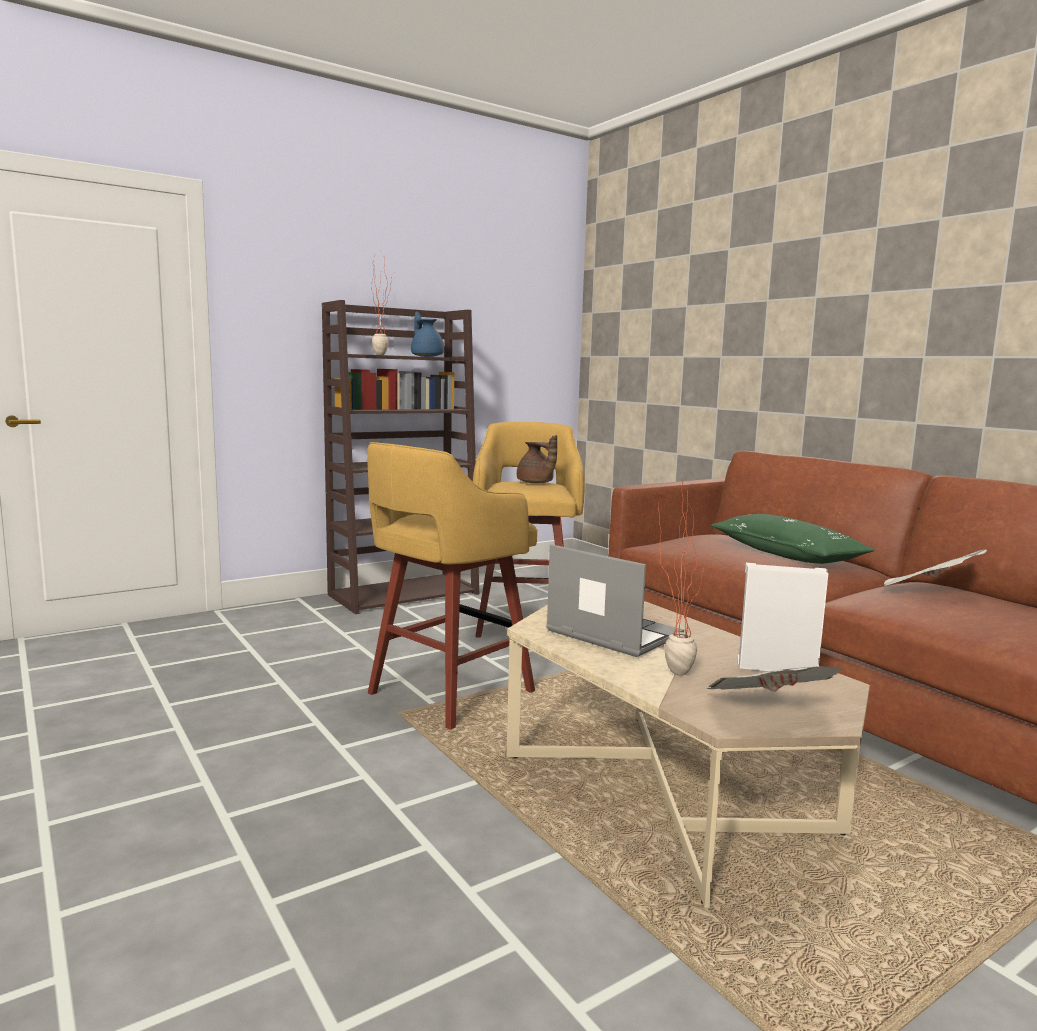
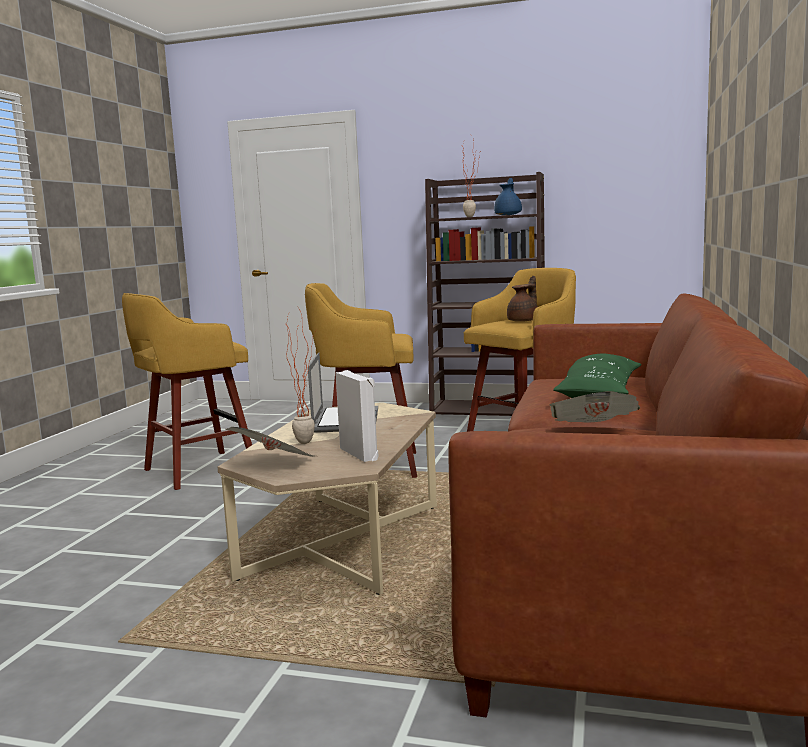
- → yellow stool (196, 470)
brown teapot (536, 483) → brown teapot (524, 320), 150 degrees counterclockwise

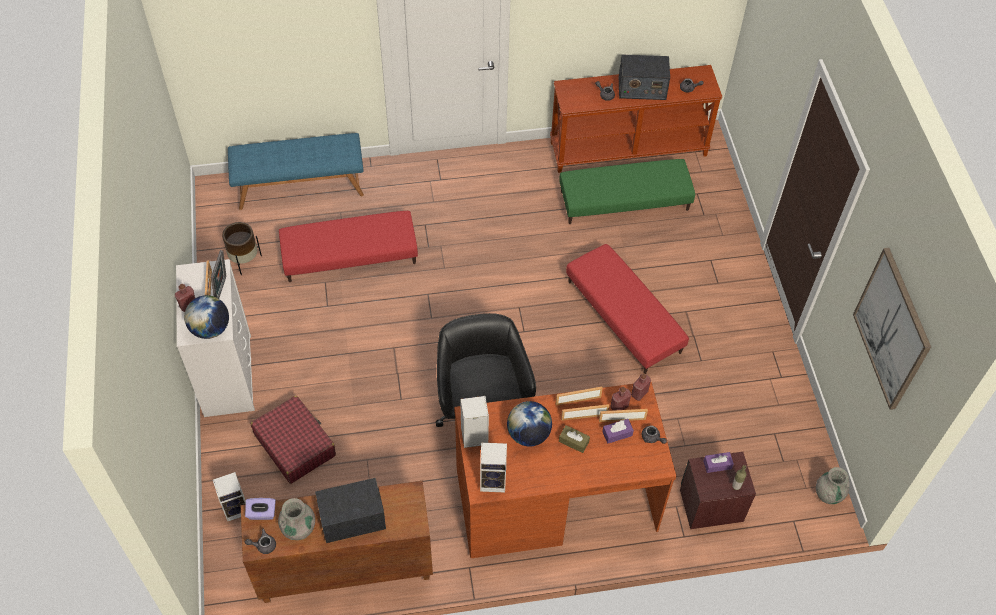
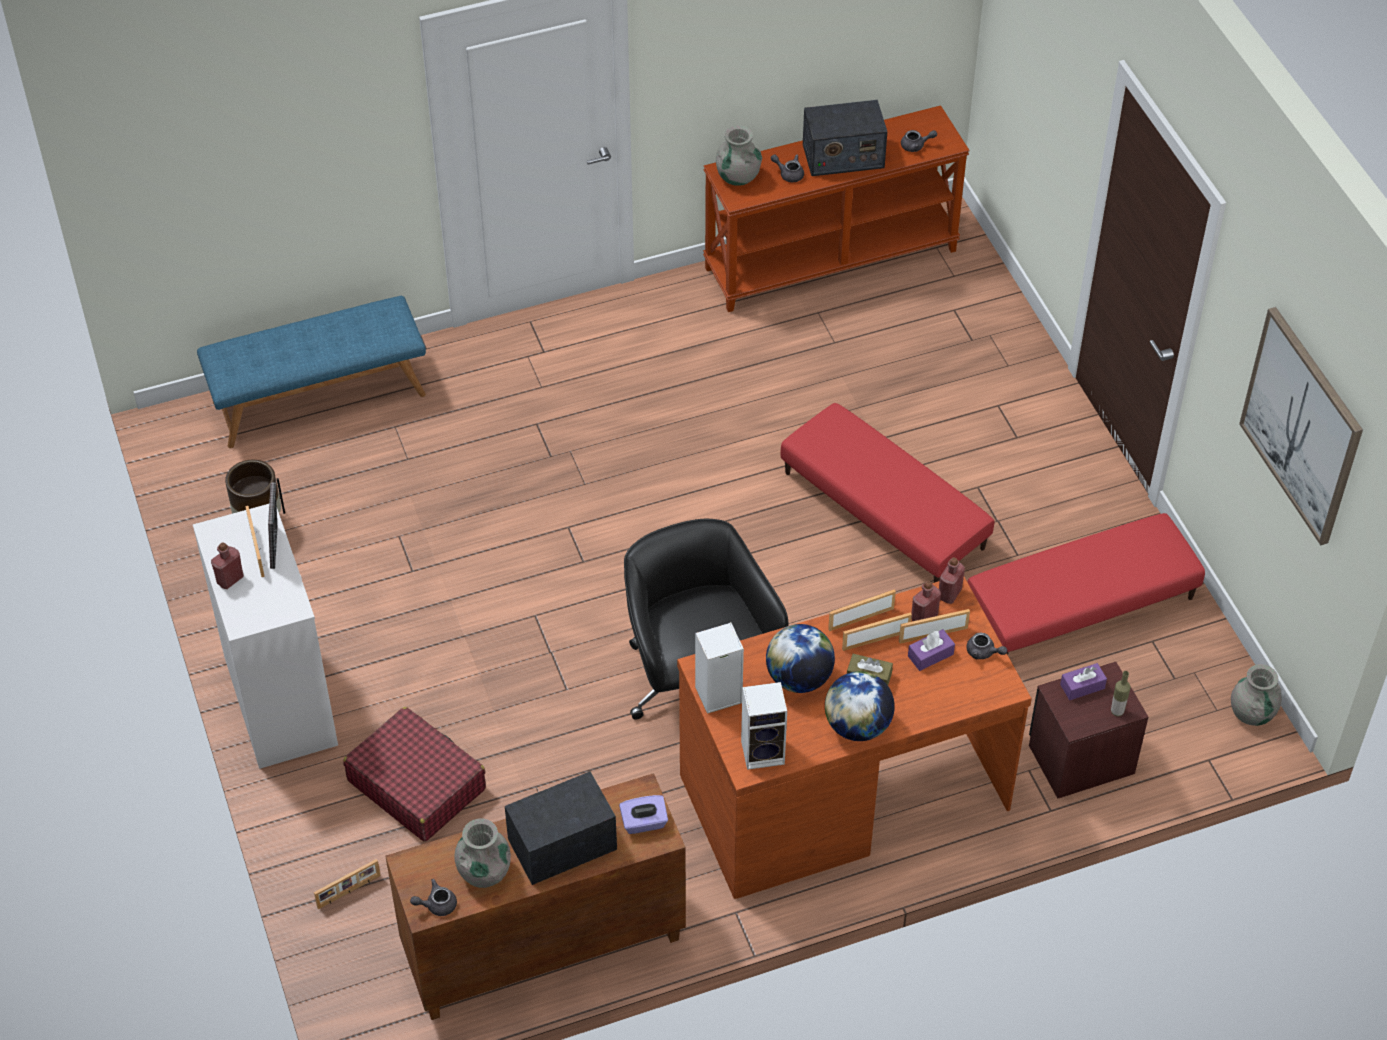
green ottoman (624, 200) → -
- → grey vase (738, 177)
globe (210, 329) → globe (857, 726), moved
purple tissue box (262, 513) → purple tissue box (644, 823), moved
red ottoman (350, 255) → red ottoman (1081, 603), moved
speaker (237, 508) → picture frame (349, 892)

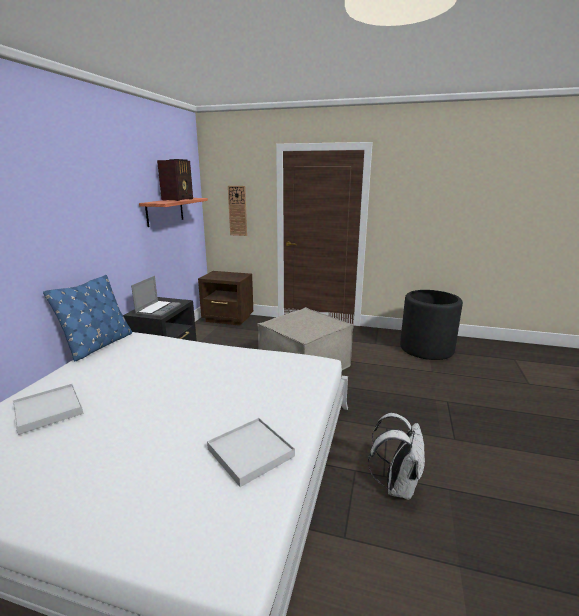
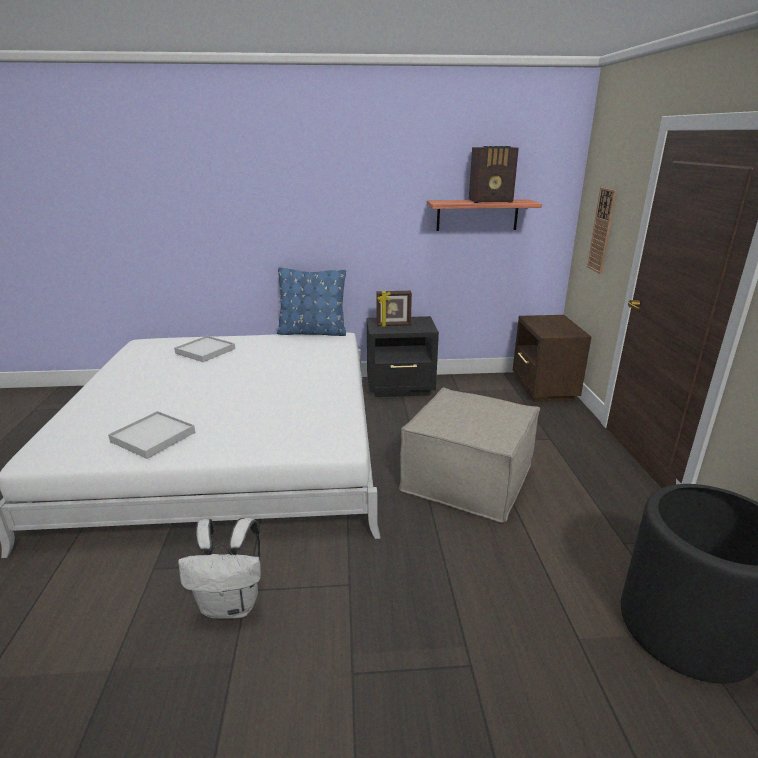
laptop (158, 309) → picture frame (393, 325)

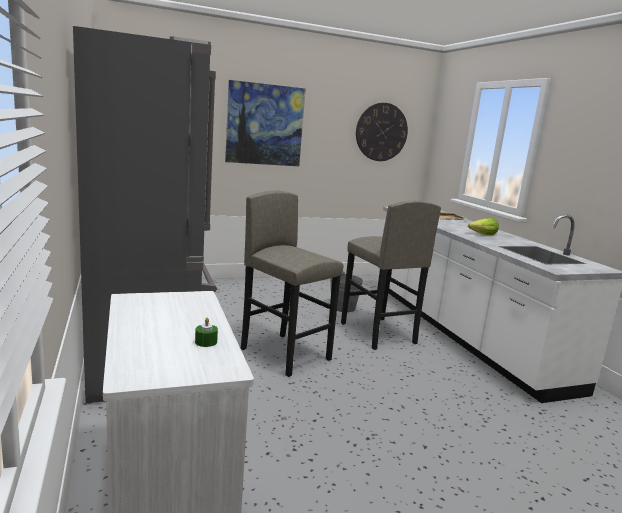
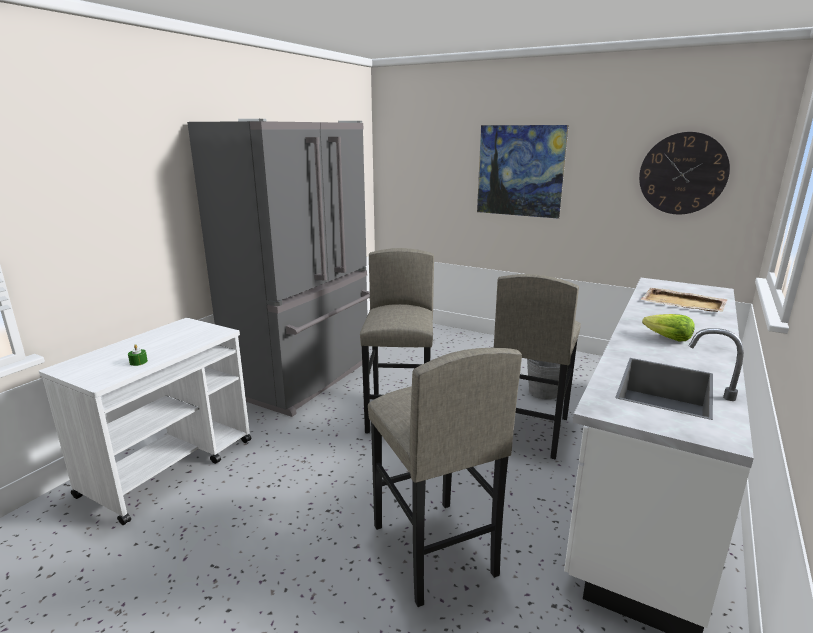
- → grey stool (432, 550)

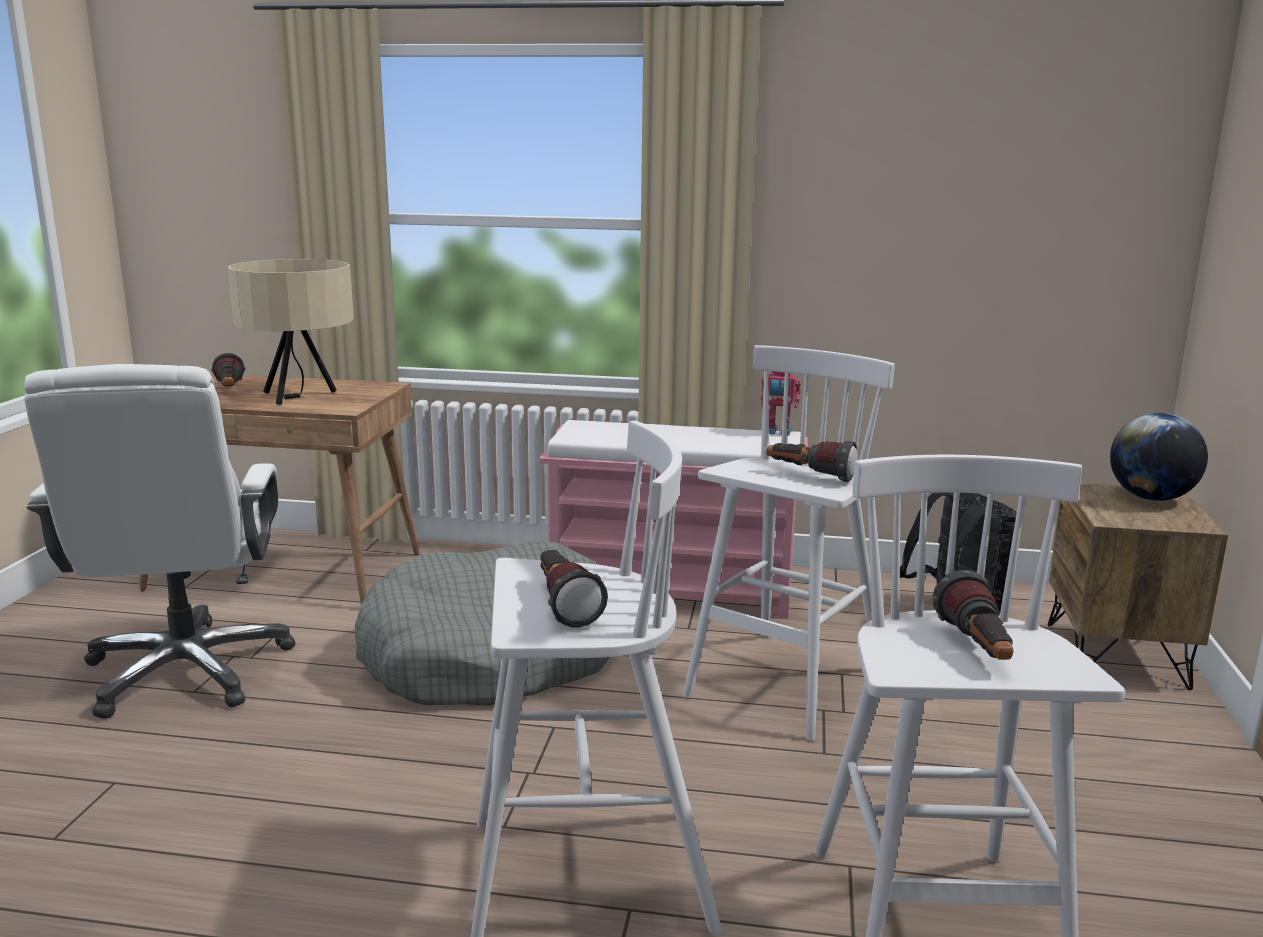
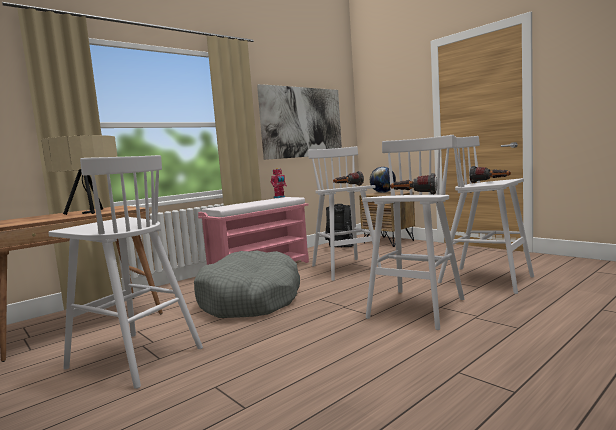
flashlight (230, 390) → -
- → picture (302, 122)
white office chair (187, 671) → white stool (133, 358)

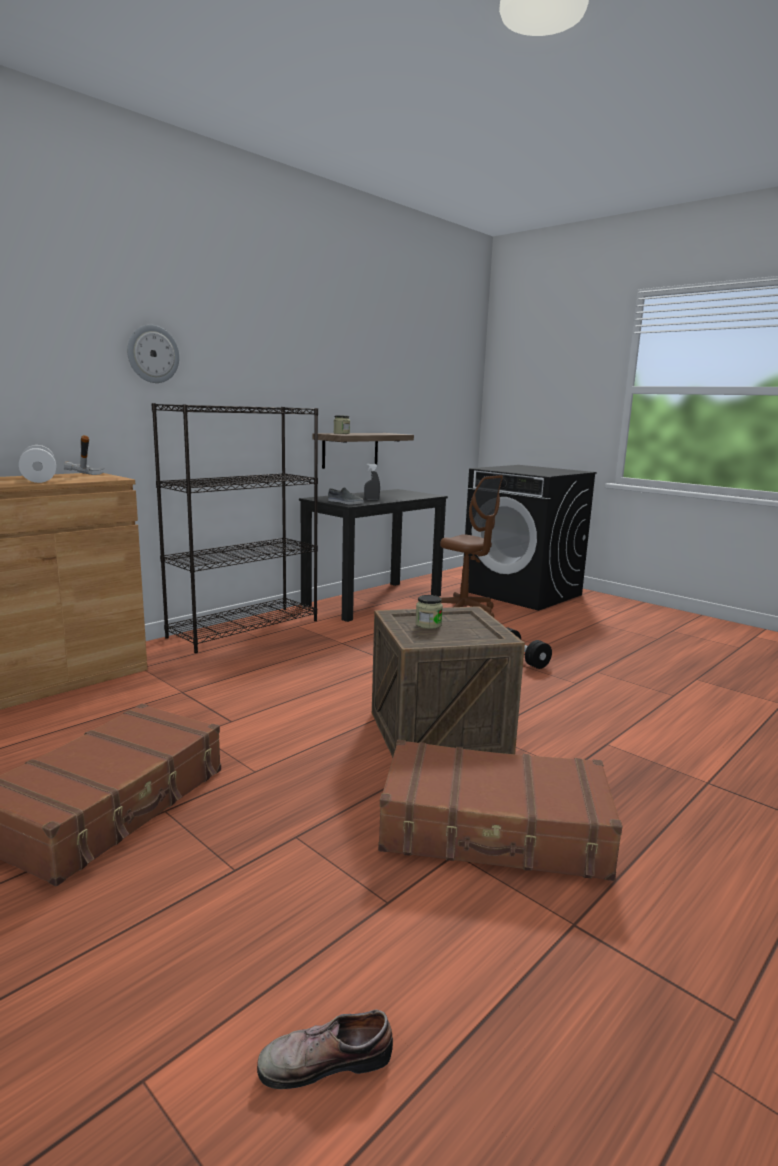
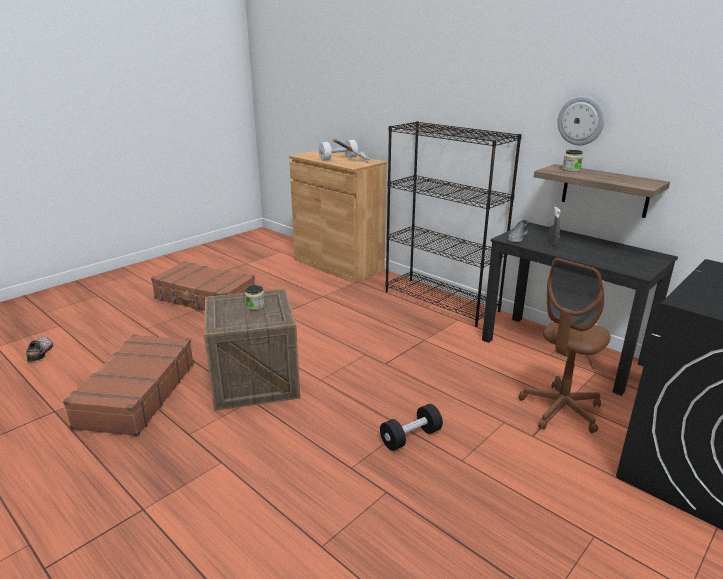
wall clock (153, 354) → wall clock (581, 121), moved

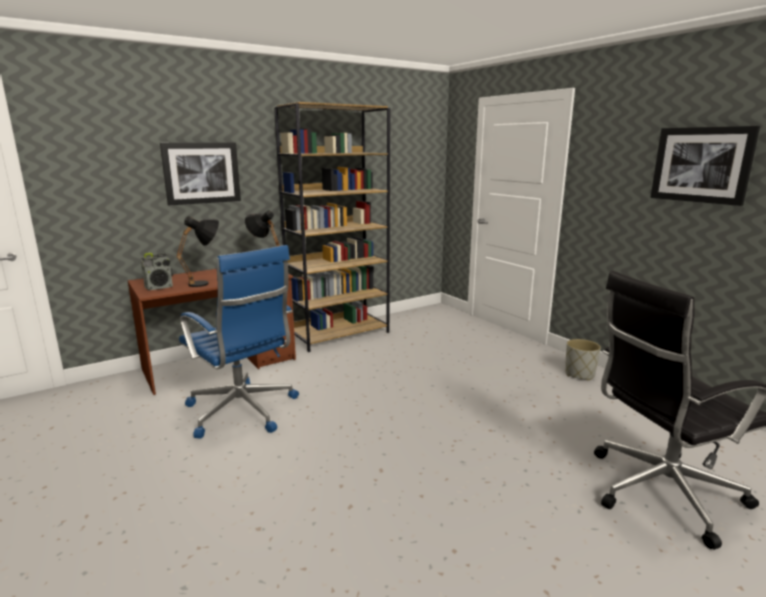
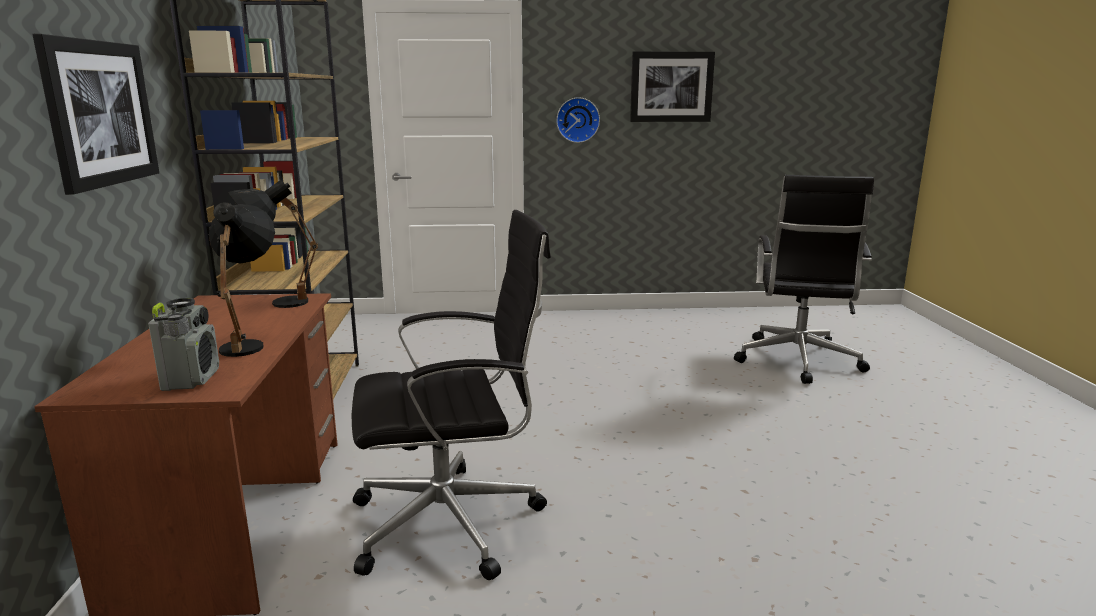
grey planter (580, 374) → -
- → wall clock (577, 120)
blue office chair (243, 412) → black office chair (453, 522)

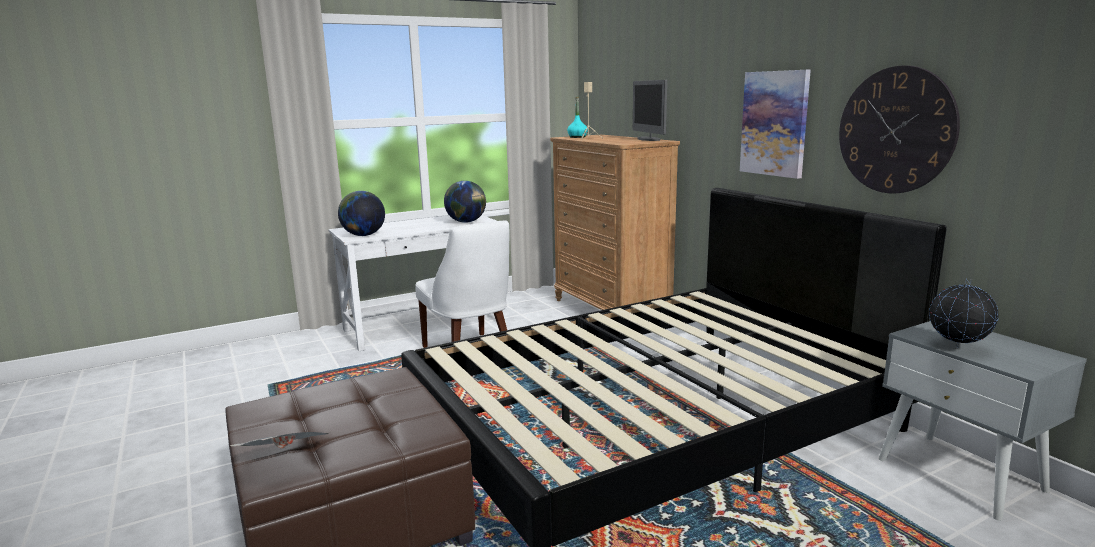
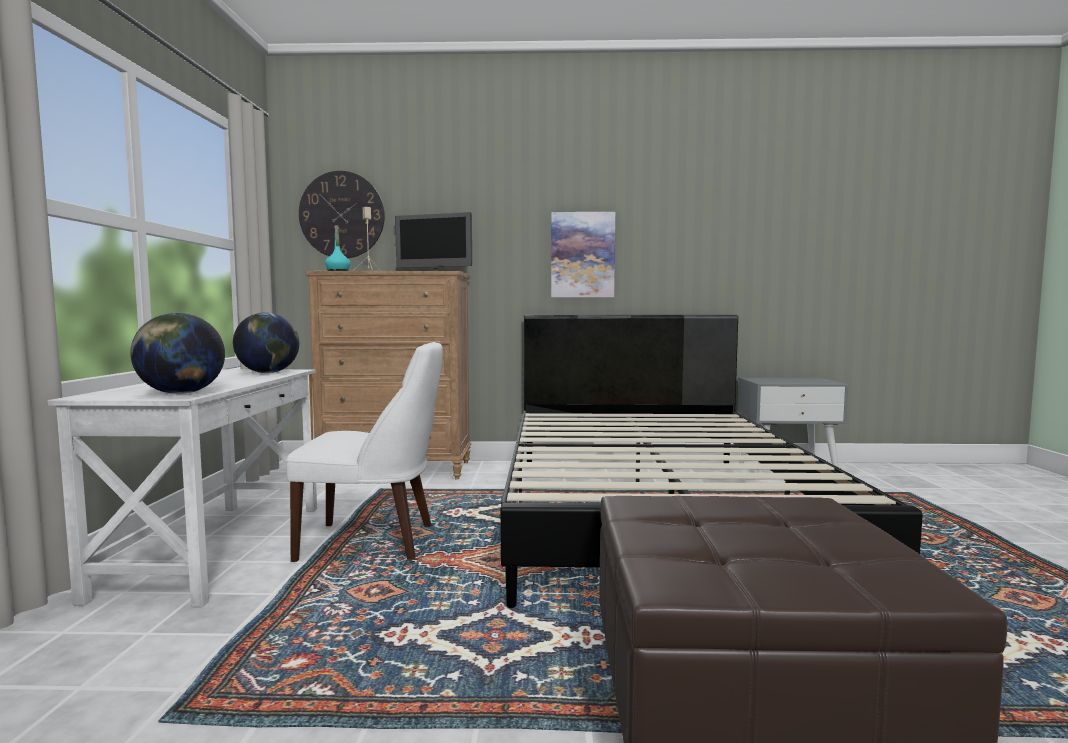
newspaper (286, 461) → -
globe (957, 349) → -
wall clock (895, 130) → wall clock (342, 215), moved

